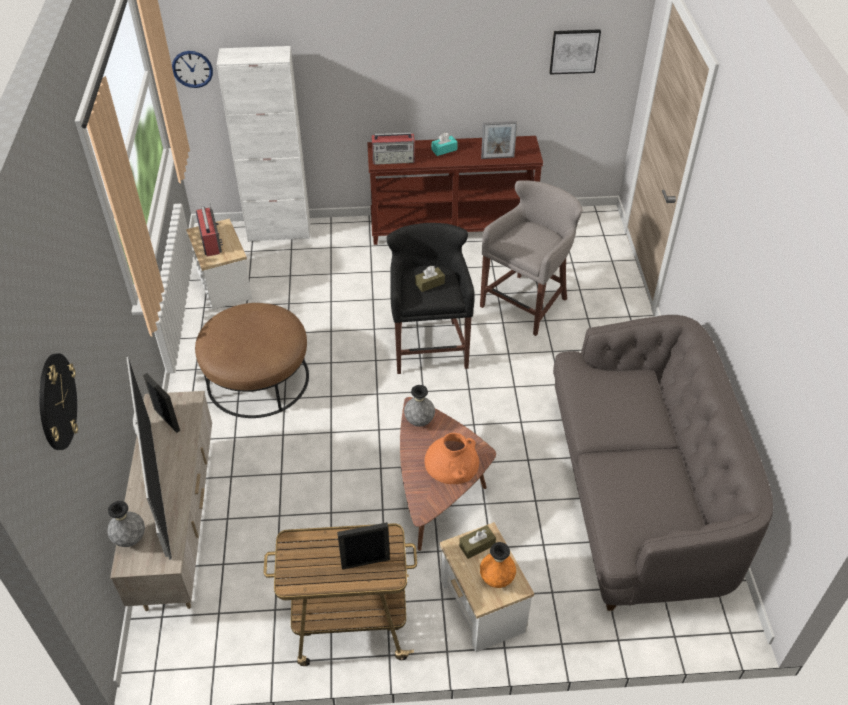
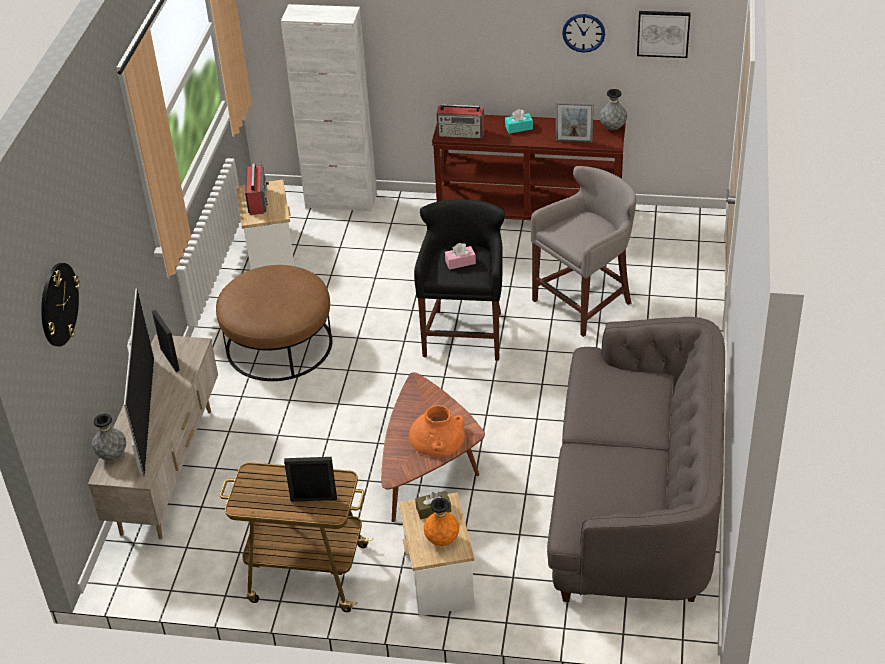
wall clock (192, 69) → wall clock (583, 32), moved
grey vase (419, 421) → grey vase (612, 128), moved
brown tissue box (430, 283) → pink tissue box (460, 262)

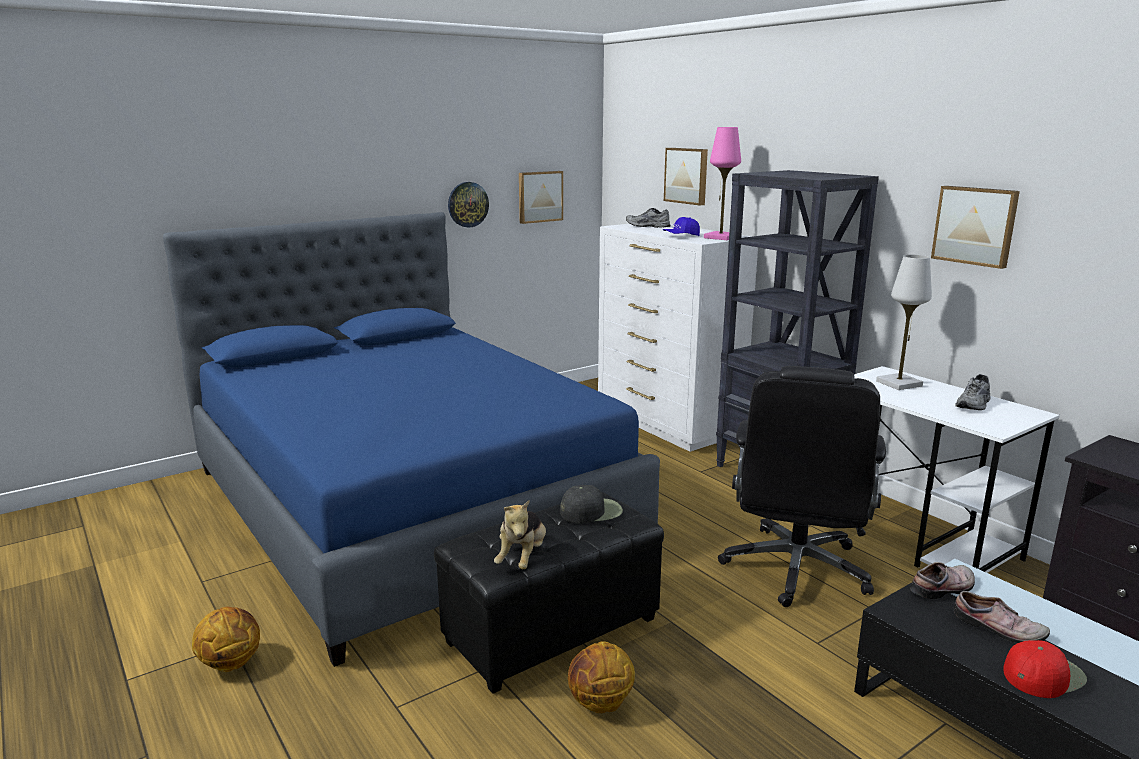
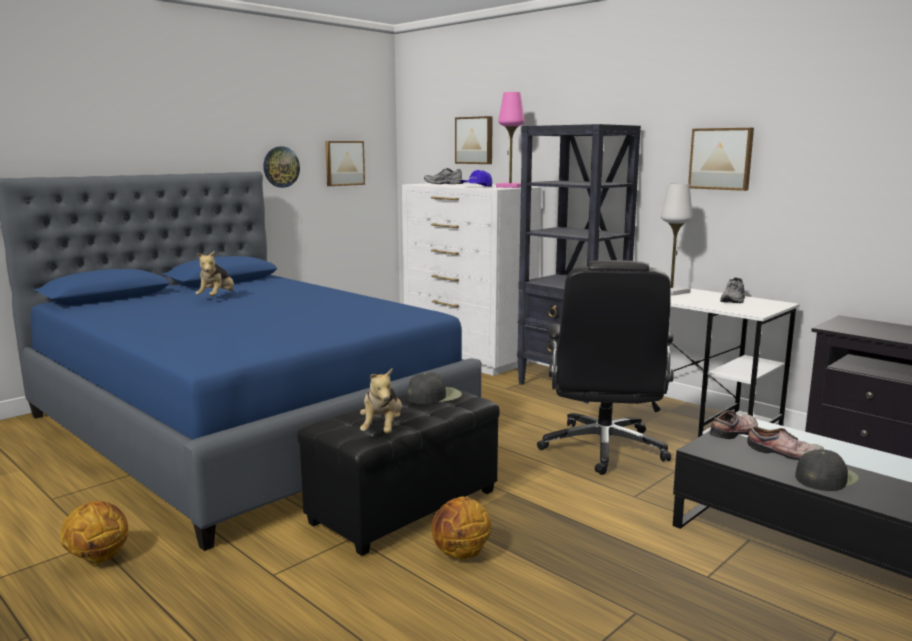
- → plush toy (217, 298)
red cap (1042, 674) → black cap (825, 477)

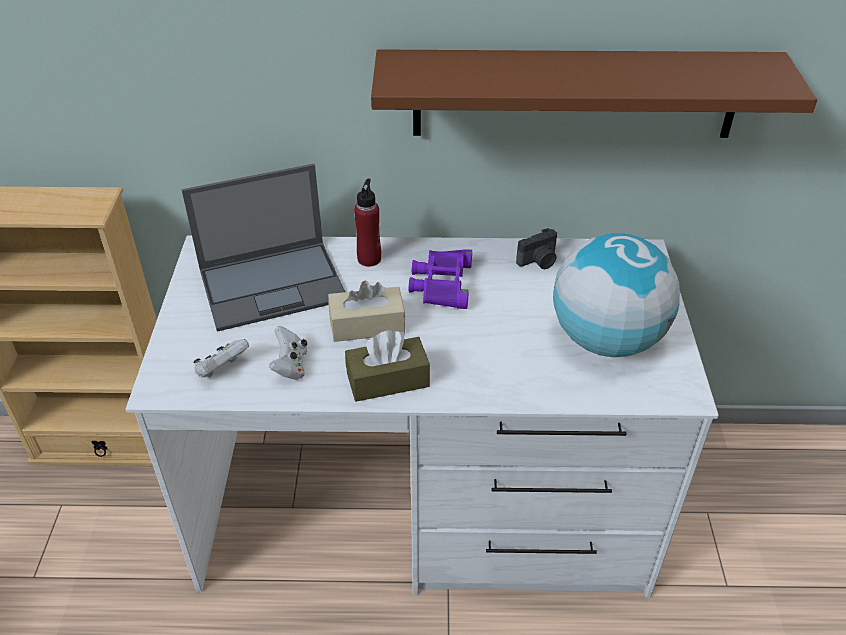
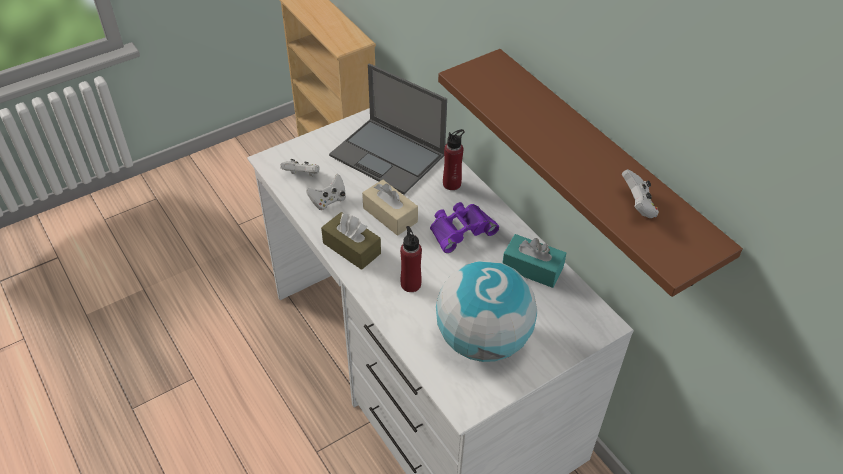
- → red bottle (411, 284)
- → white game controller (637, 206)
photo camera (539, 261) → turquoise tissue box (532, 268)

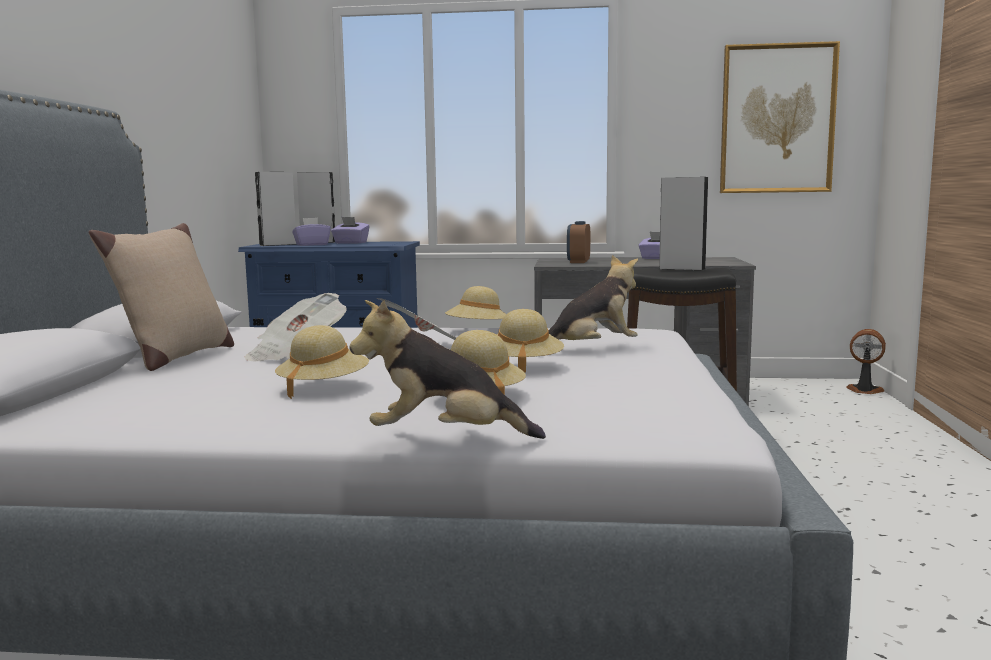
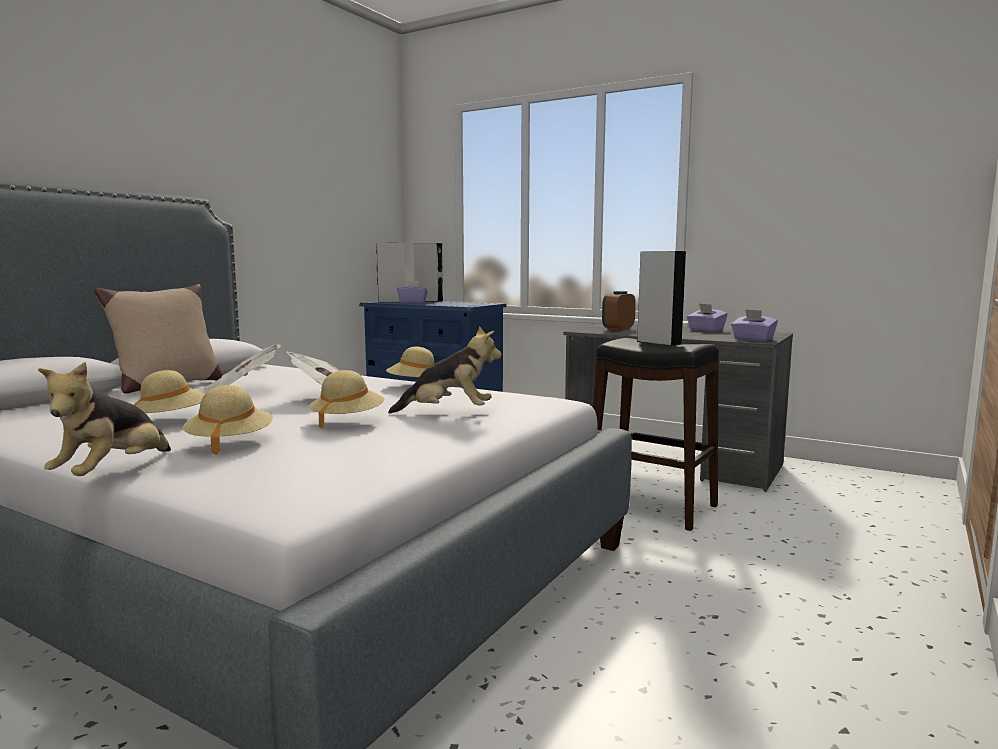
picture (777, 119) → -
fan (864, 391) → -
purple tissue box (350, 243) → purple tissue box (752, 339), moved
plush toy (445, 438) → plush toy (113, 473), 105 degrees counterclockwise

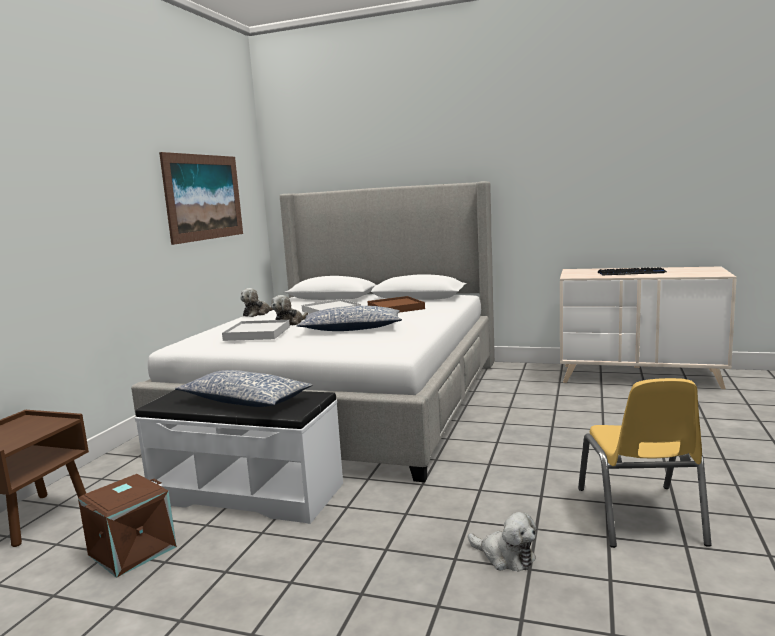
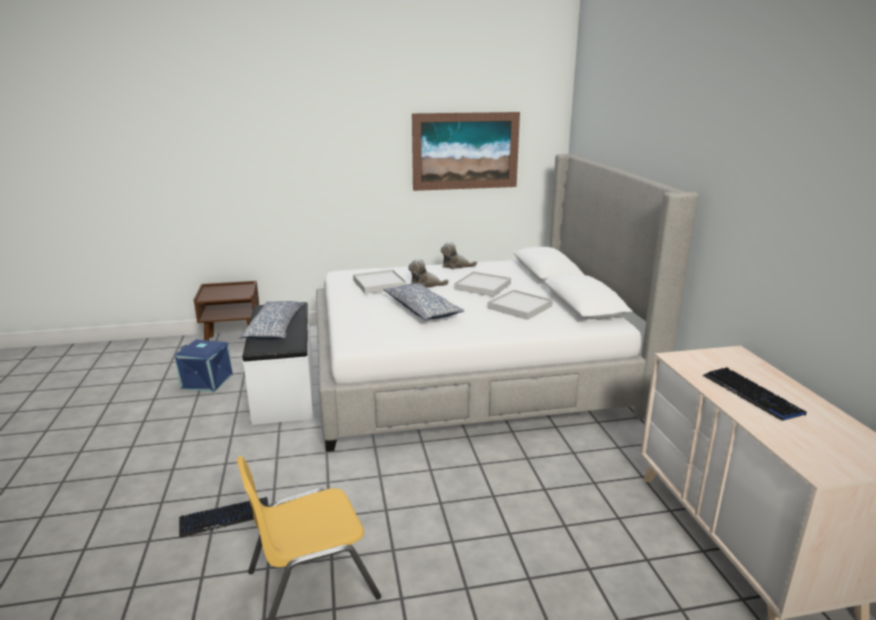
plush toy (505, 557) → keyboard (225, 517)
brown storage box (132, 550) → blue storage box (207, 381)
brown tray (396, 308) → white tray (520, 307)

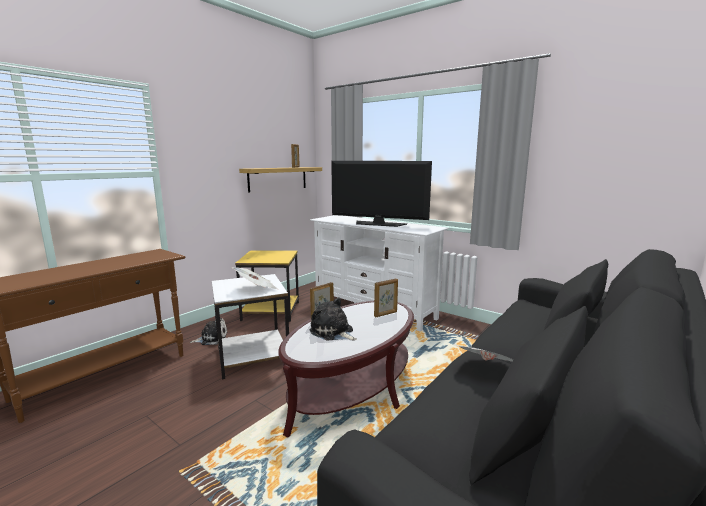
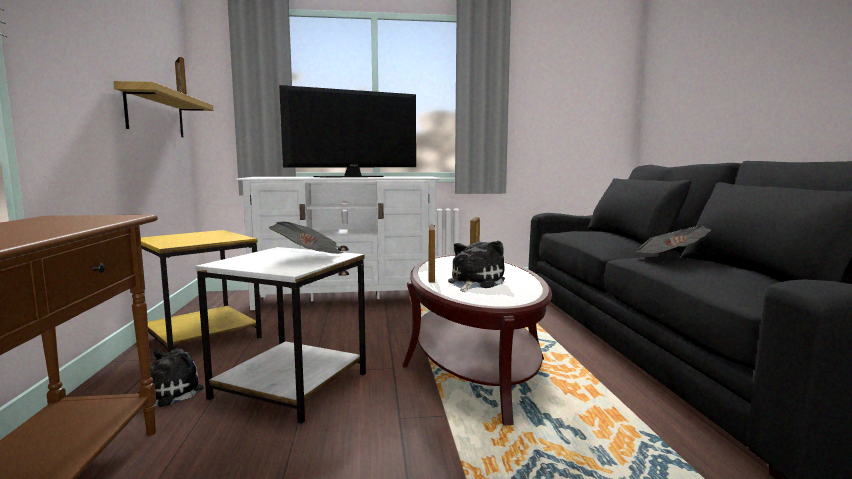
plush toy (333, 332) → plush toy (474, 282), 120 degrees clockwise

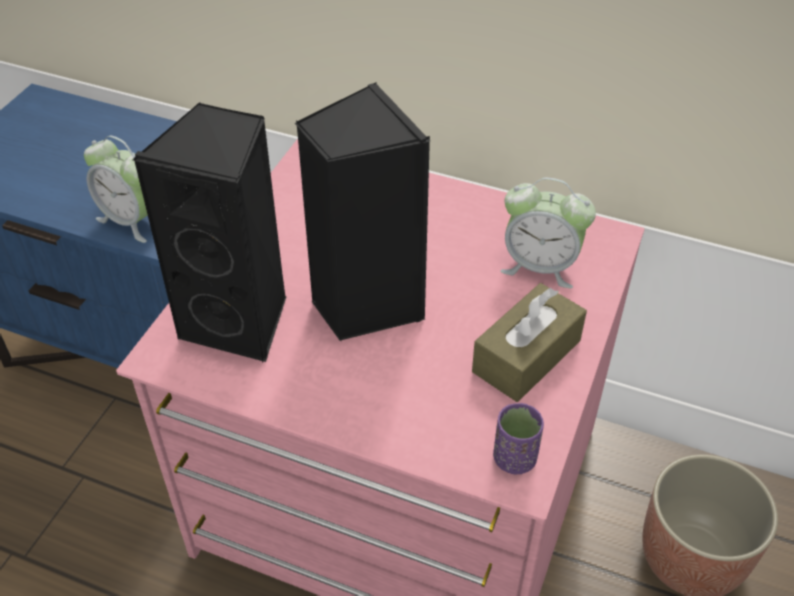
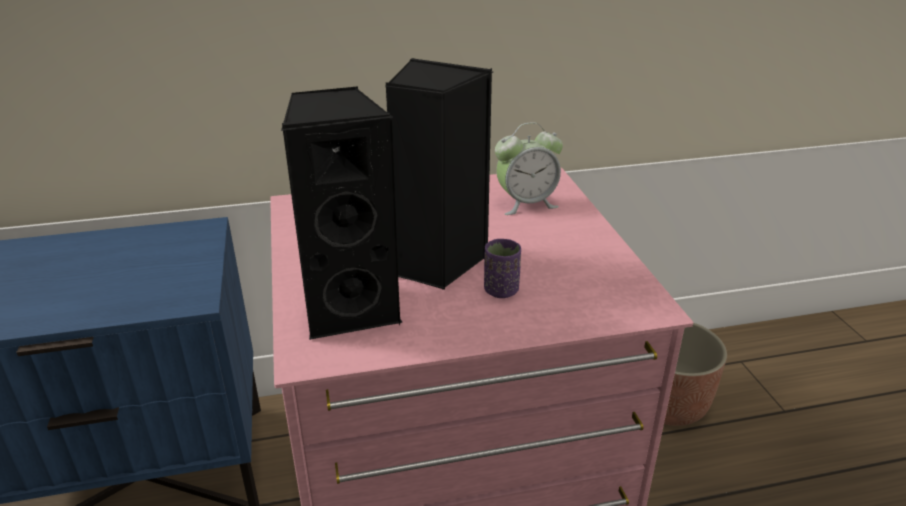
alarm clock (132, 220) → -
brown tissue box (526, 356) → -
purple cup (514, 458) → purple cup (501, 290), moved

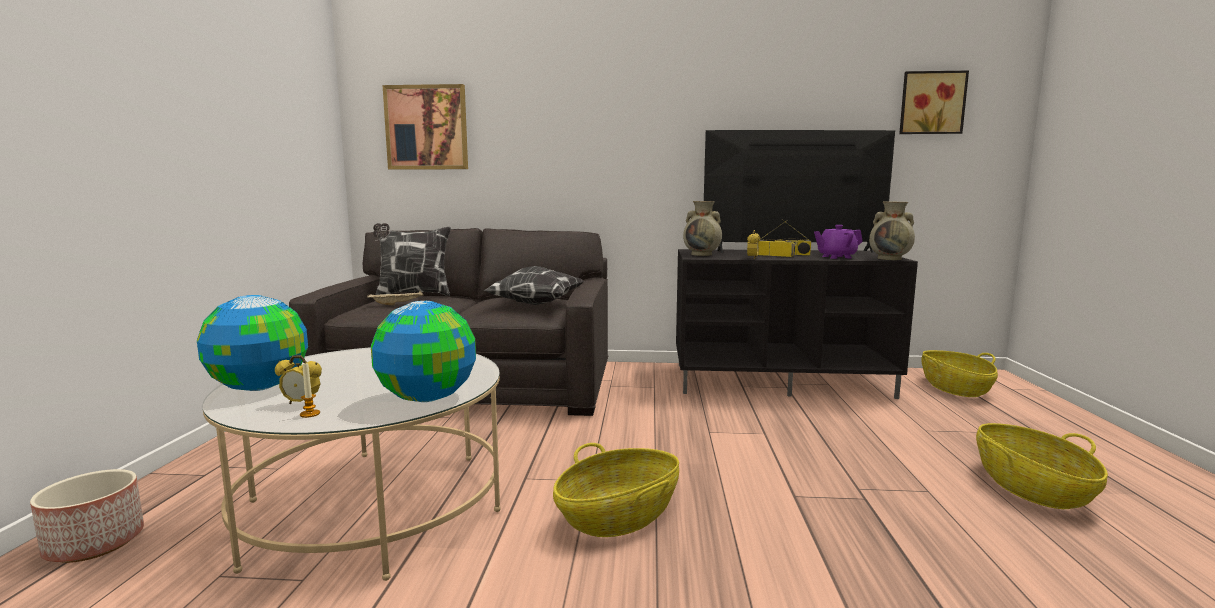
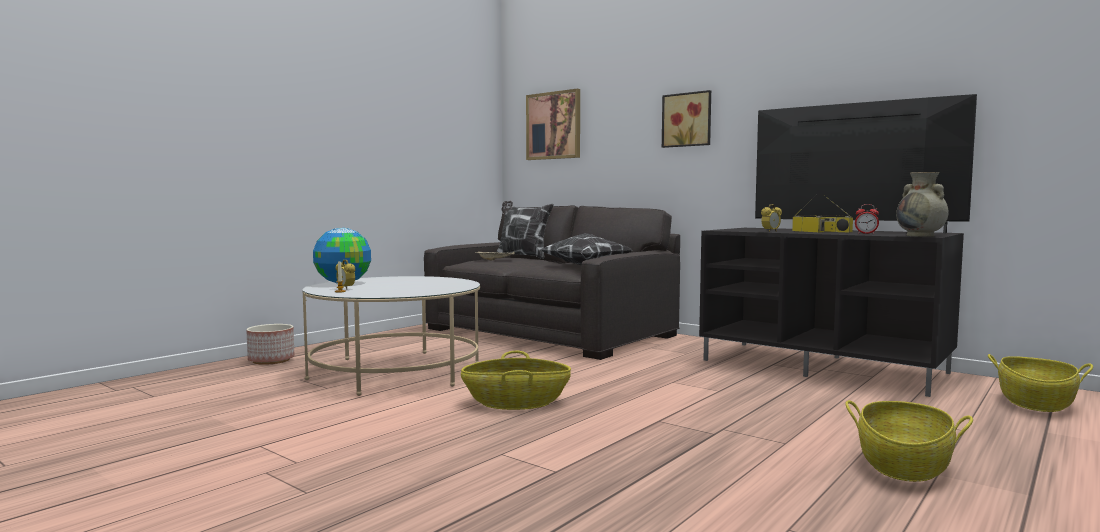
globe (428, 398) → -
beige vase (702, 254) → -
picture (931, 103) → picture (687, 120), moved
purple teapot (836, 257) → alarm clock (866, 233)

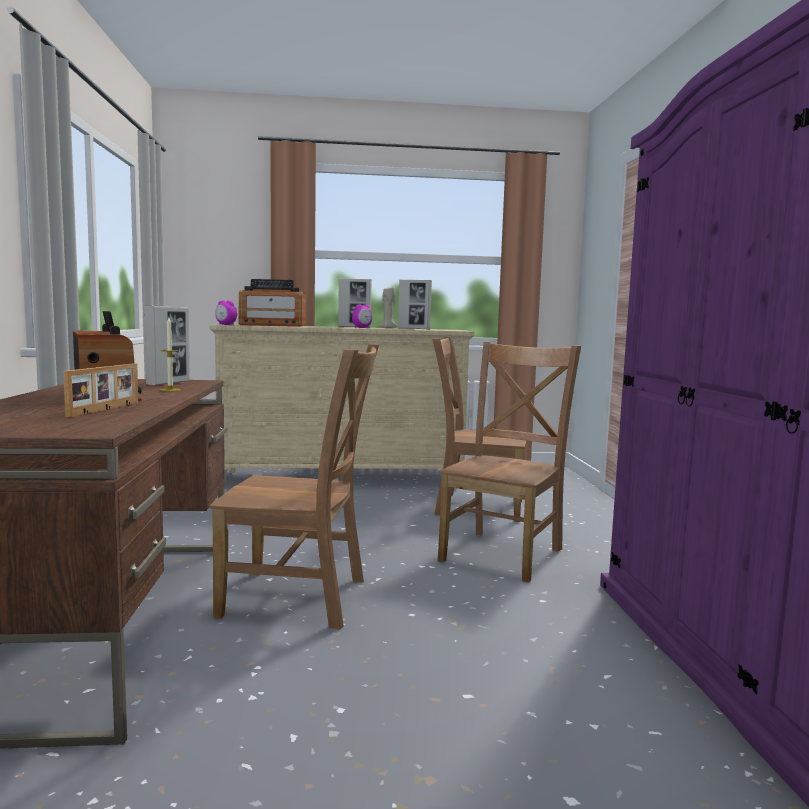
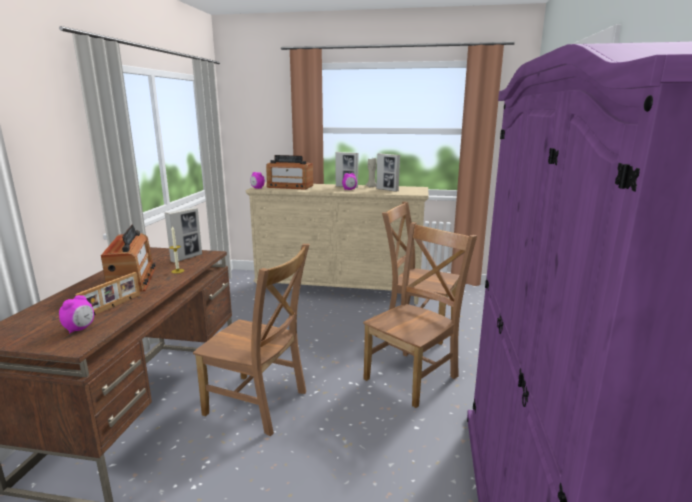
- → alarm clock (80, 329)

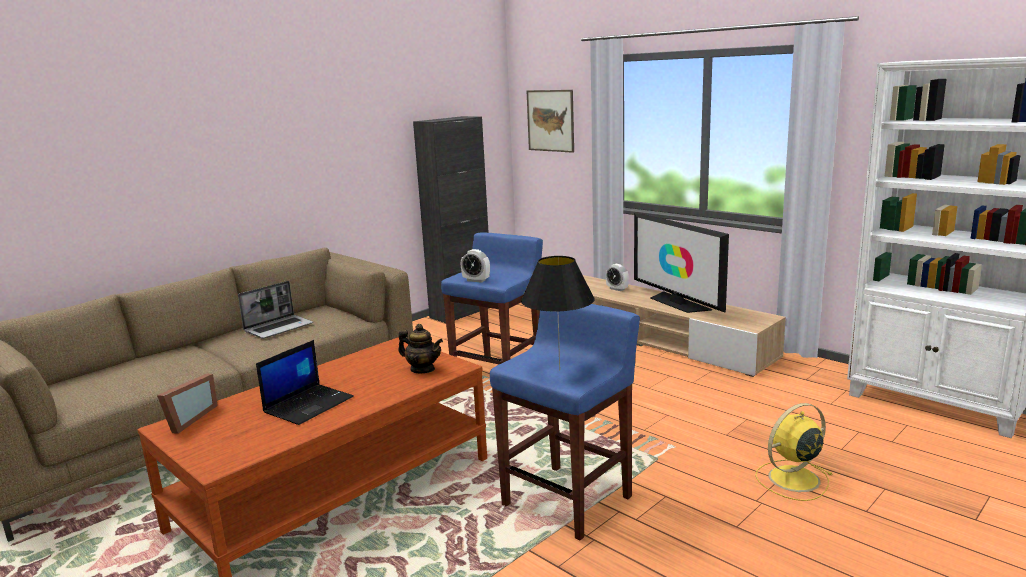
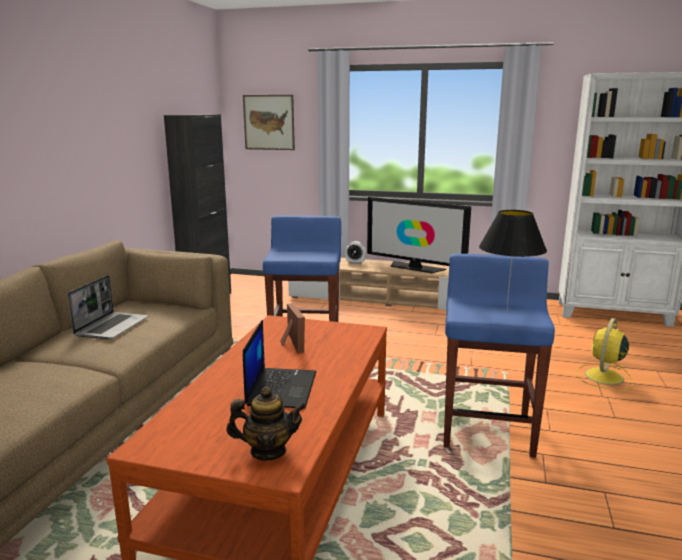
alarm clock (476, 280) → -
picture frame (187, 420) → picture frame (290, 343), moved
teapot (422, 369) → teapot (268, 451), moved

